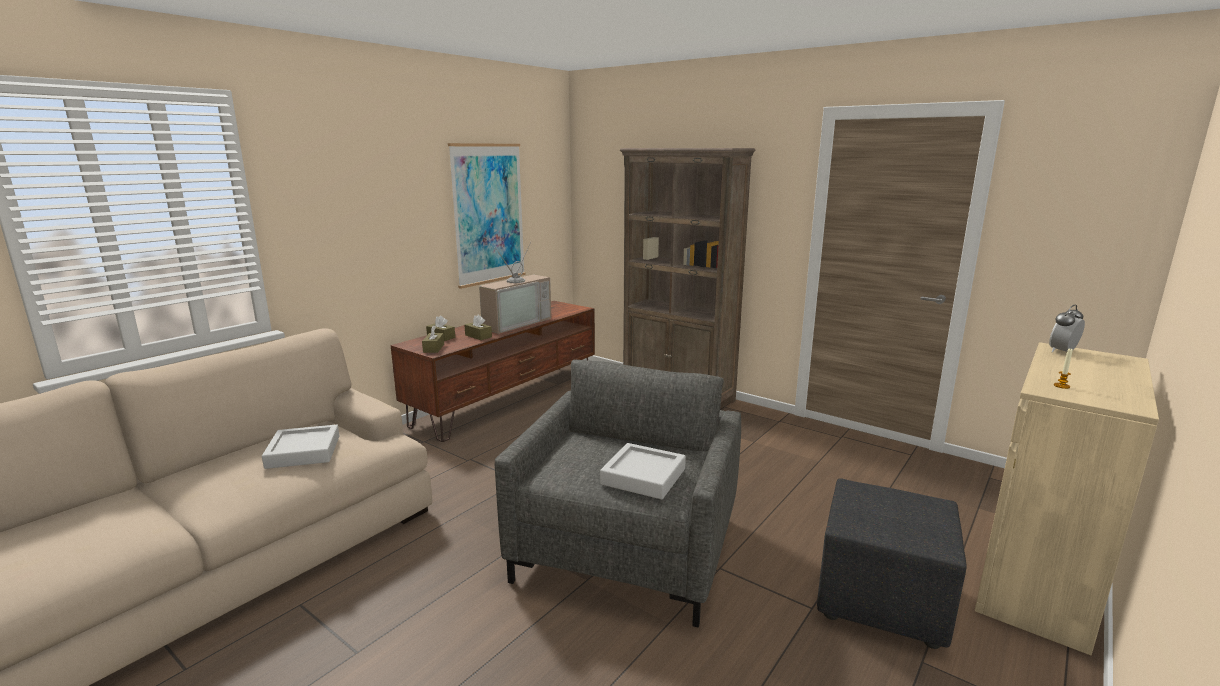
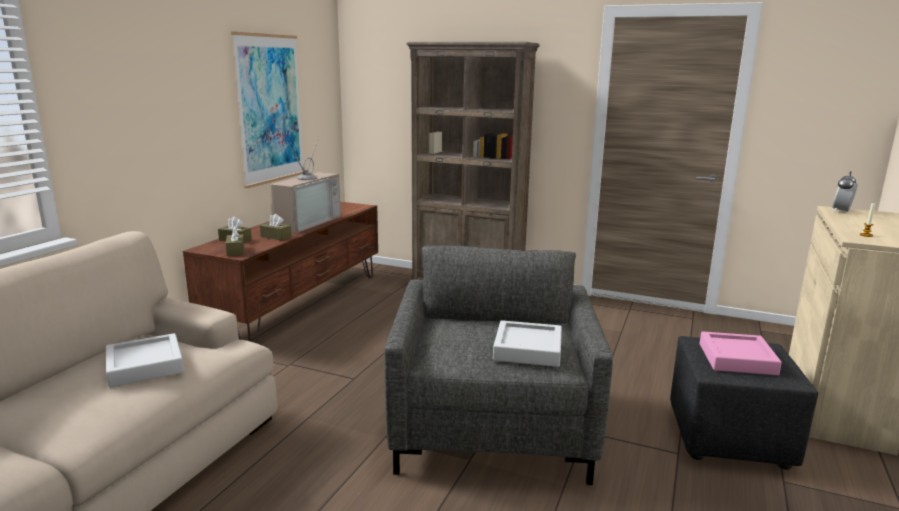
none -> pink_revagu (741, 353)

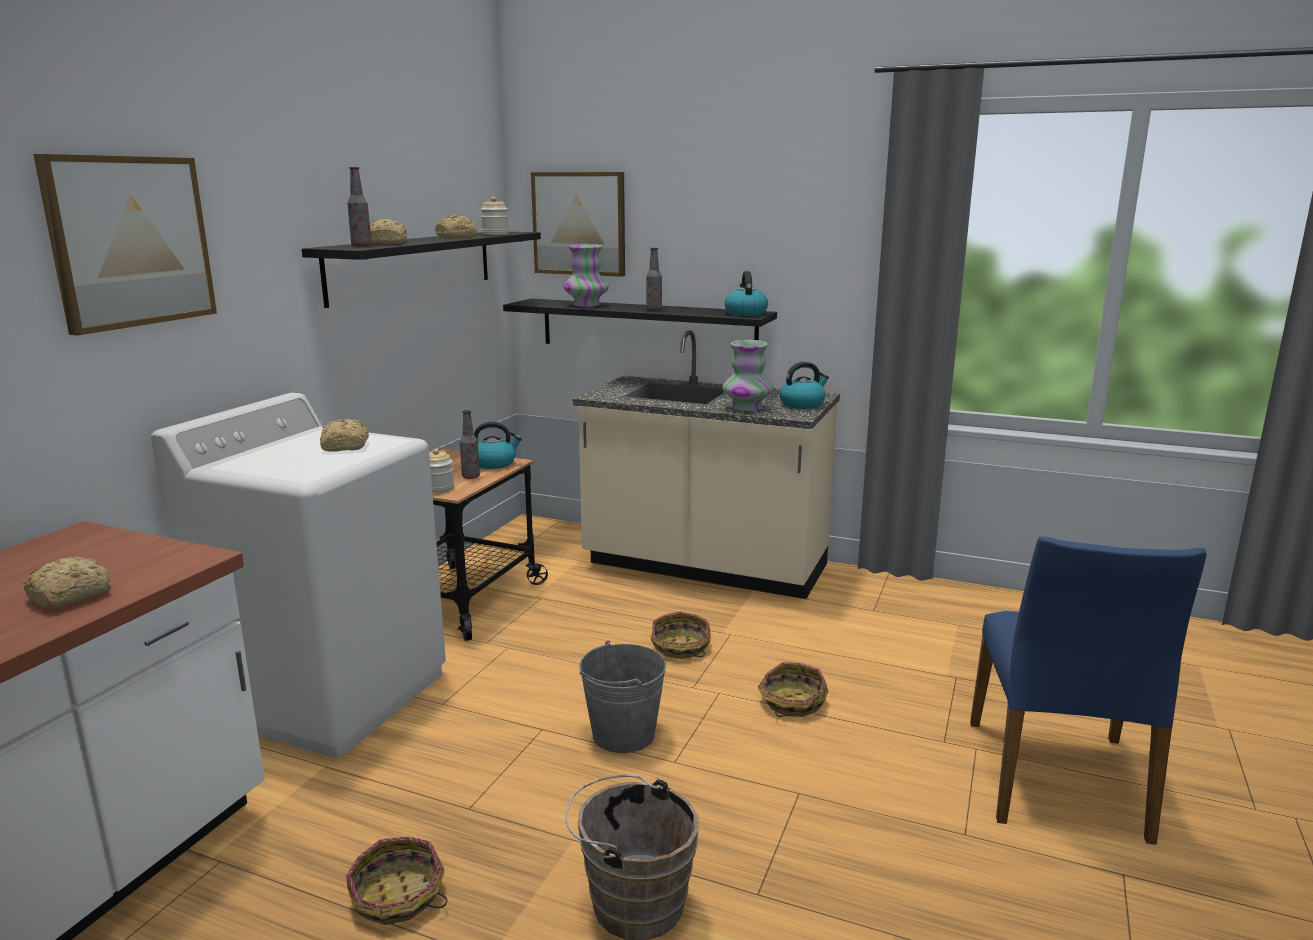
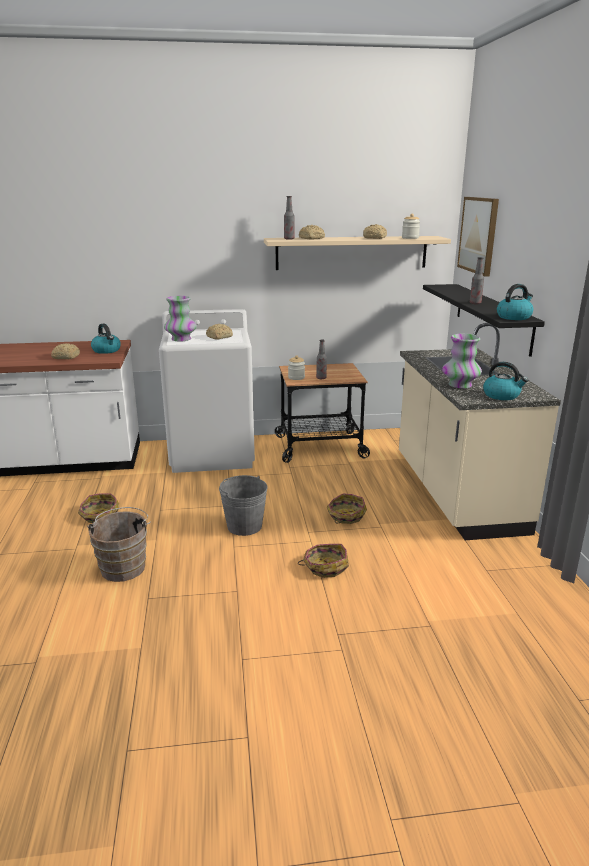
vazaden (125, 245) -> none
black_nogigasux (421, 270) -> beige_nogigasux (357, 253)
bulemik (498, 445) -> bulemik (106, 338), shifted
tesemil (586, 275) -> tesemil (180, 318), shifted
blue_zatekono (1088, 690) -> none

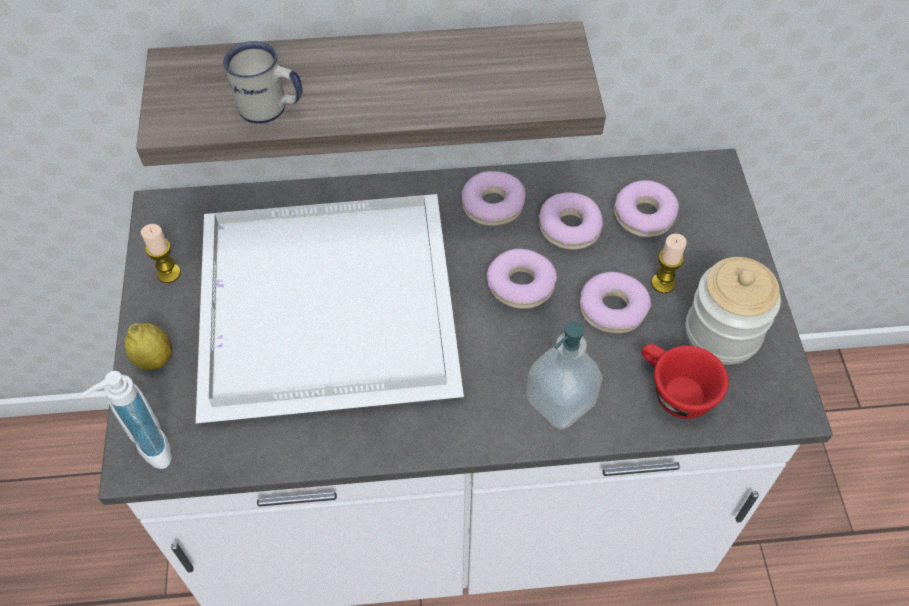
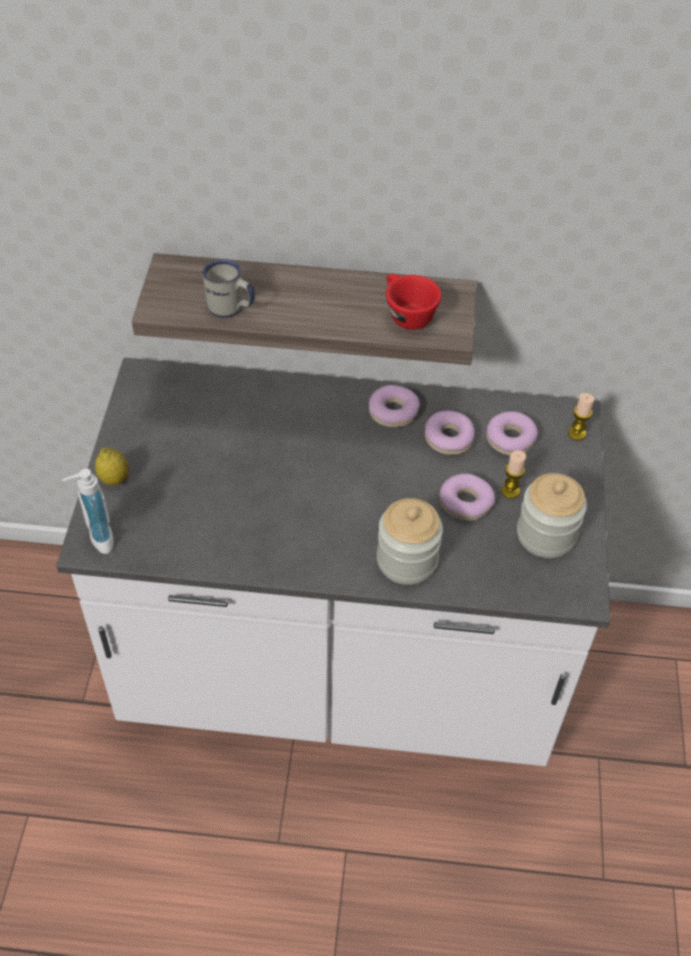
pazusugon (161, 253) -> pazusugon (581, 417), shifted
white_revagu (330, 308) -> none
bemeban (522, 279) -> none
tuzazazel (564, 375) -> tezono (410, 541)
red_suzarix (685, 381) -> red_suzarix (413, 302), shifted

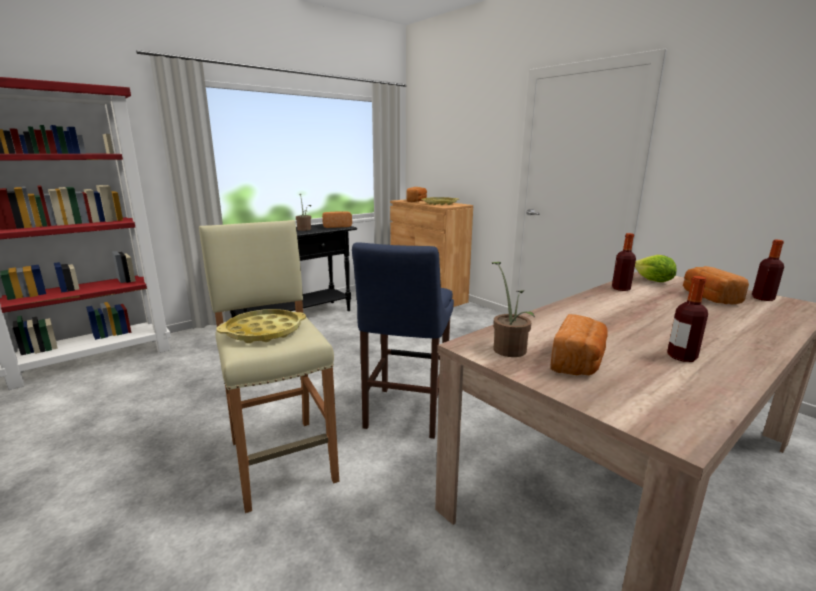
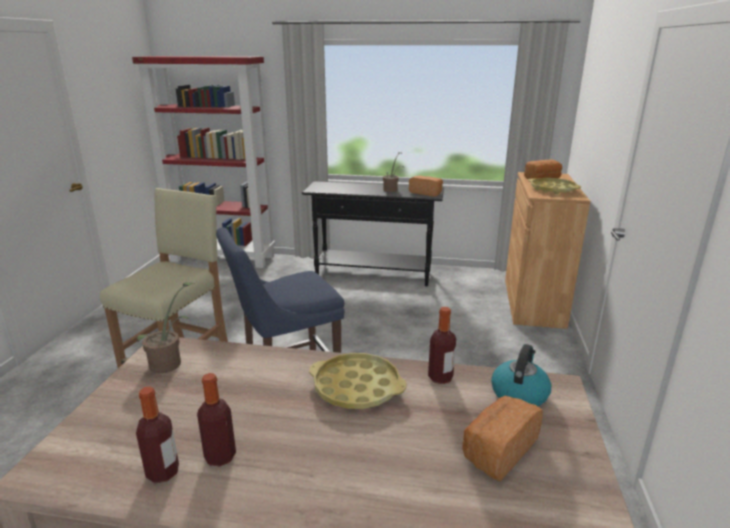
yellow_revagu (261, 326) -> yellow_revagu (358, 381), shifted
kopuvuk (579, 344) -> none
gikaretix (656, 268) -> bulemik (521, 375)
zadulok (768, 270) -> zadulok (157, 435), shifted

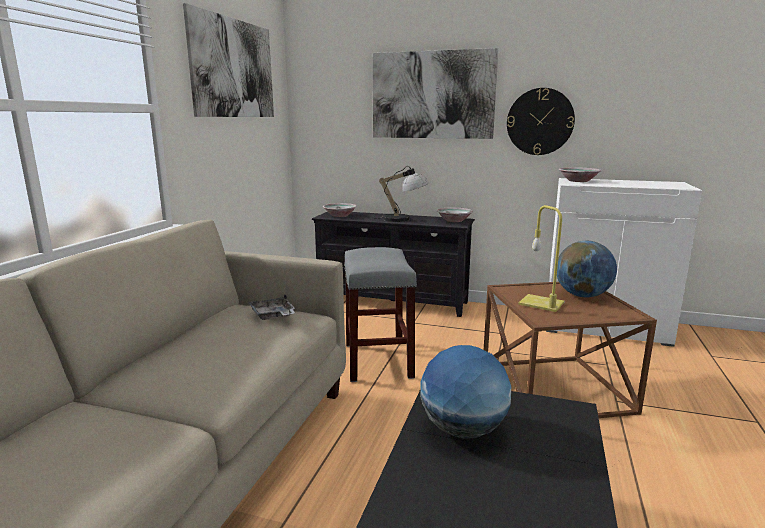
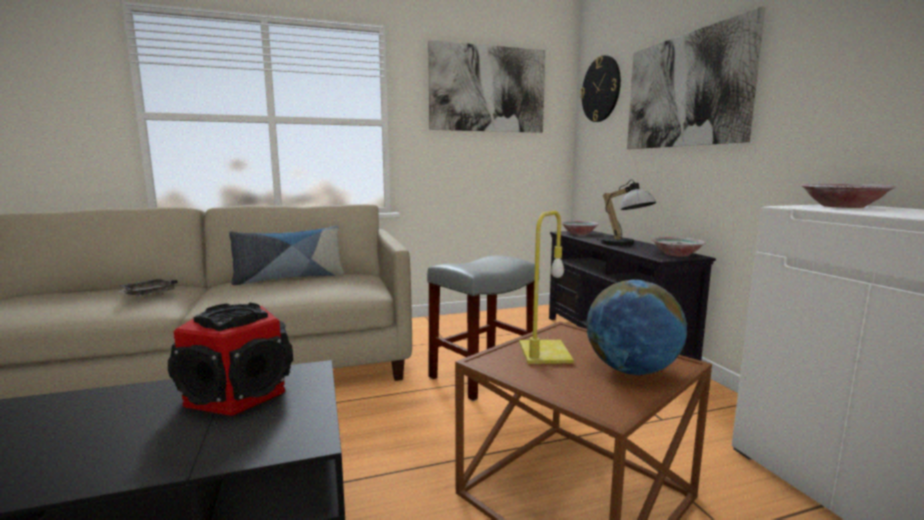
grey_revagu (272, 307) -> grey_revagu (148, 287), shifted
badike (465, 392) -> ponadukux (230, 359)
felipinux (541, 121) -> felipinux (600, 88), shifted
none -> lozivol (286, 255)

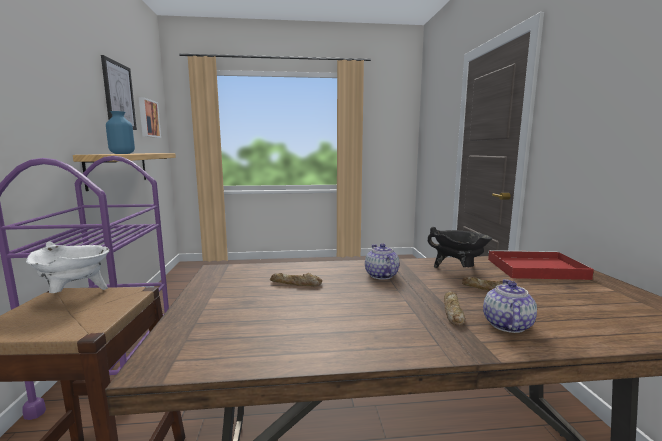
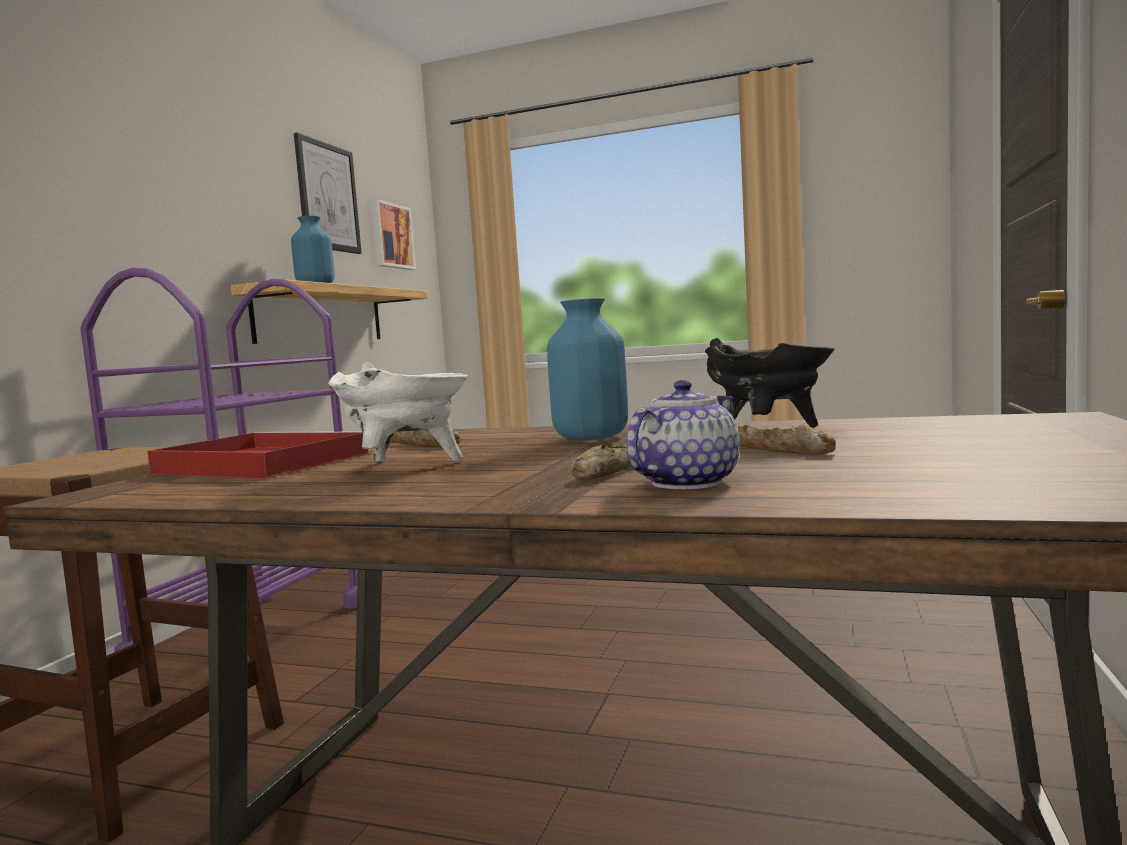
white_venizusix (67, 267) -> white_venizusix (398, 412), shifted
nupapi (382, 261) -> blue_tesemil (587, 369)
red_revagu (541, 265) -> red_revagu (258, 455), shifted

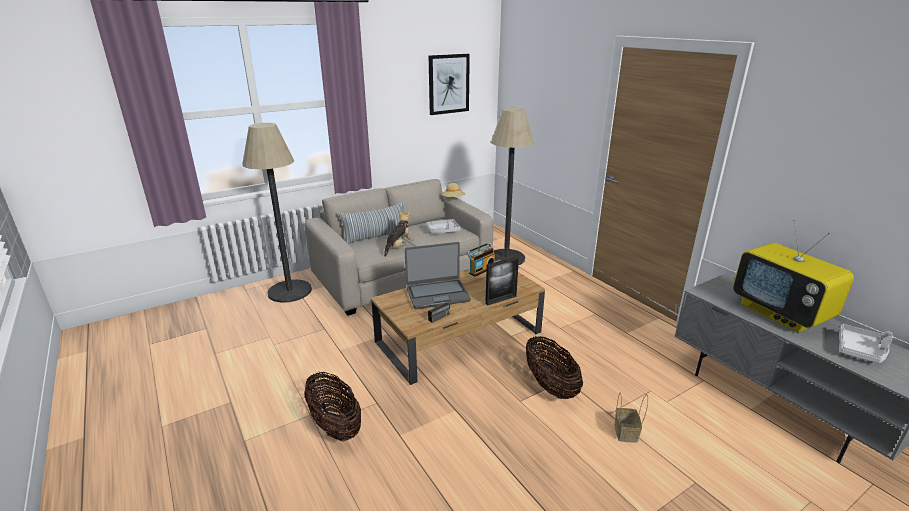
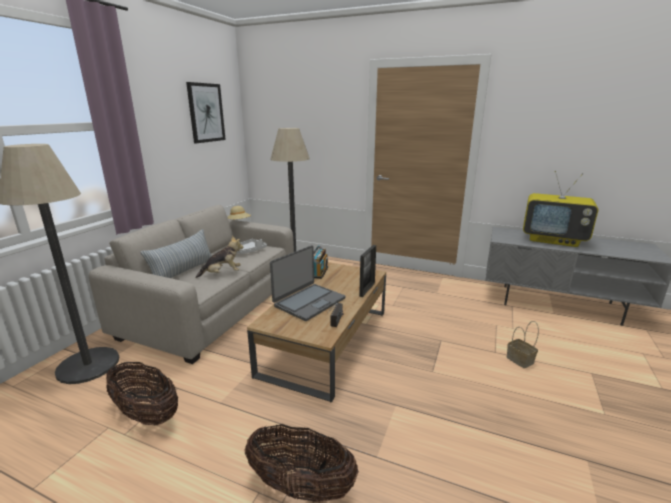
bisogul (399, 234) -> bisogul (219, 257), 75 degrees clockwise
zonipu (554, 367) -> zonipu (142, 394), shifted
grey_revagu (866, 343) -> none

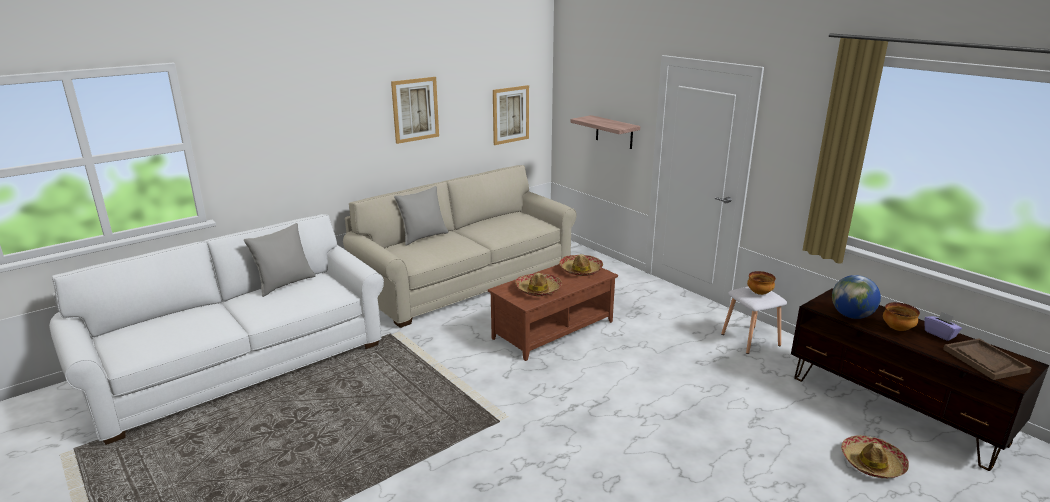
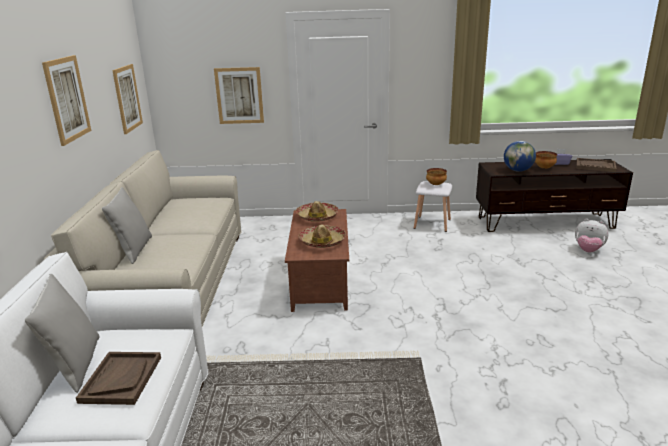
nogigasux (605, 132) -> vazaden (239, 95)
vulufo (875, 456) -> bisogul (591, 235)
none -> brown_revagu (118, 378)

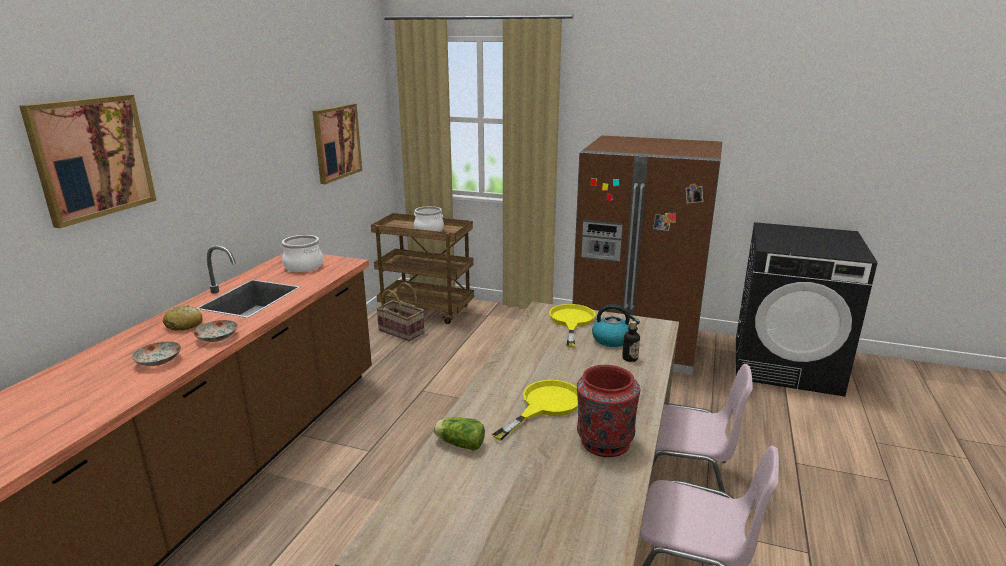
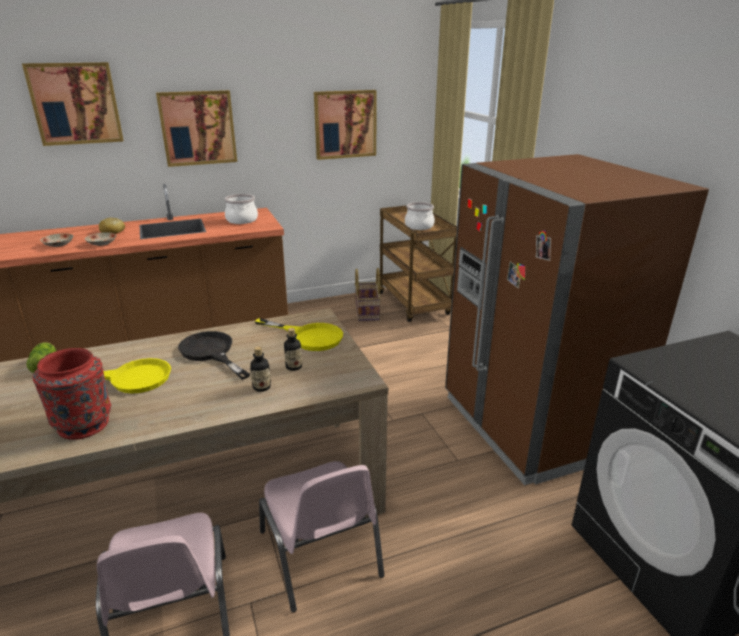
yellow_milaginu (572, 326) -> yellow_milaginu (299, 334), 60 degrees clockwise
bulemik (616, 325) -> zadulok (293, 349)
none -> vazaden (196, 128)
none -> black_milaginu (214, 355)

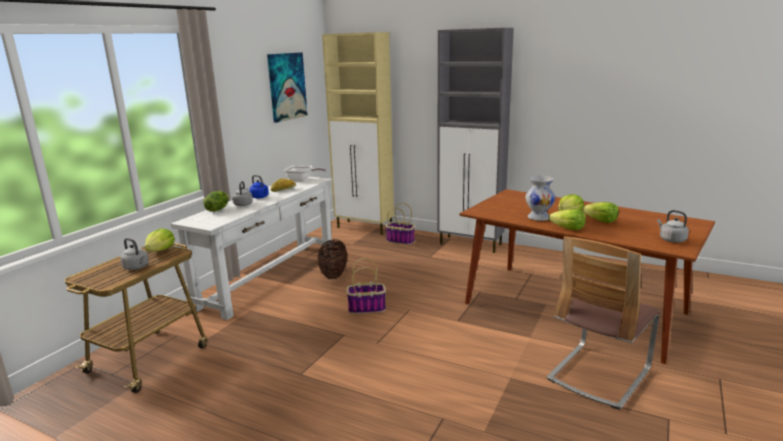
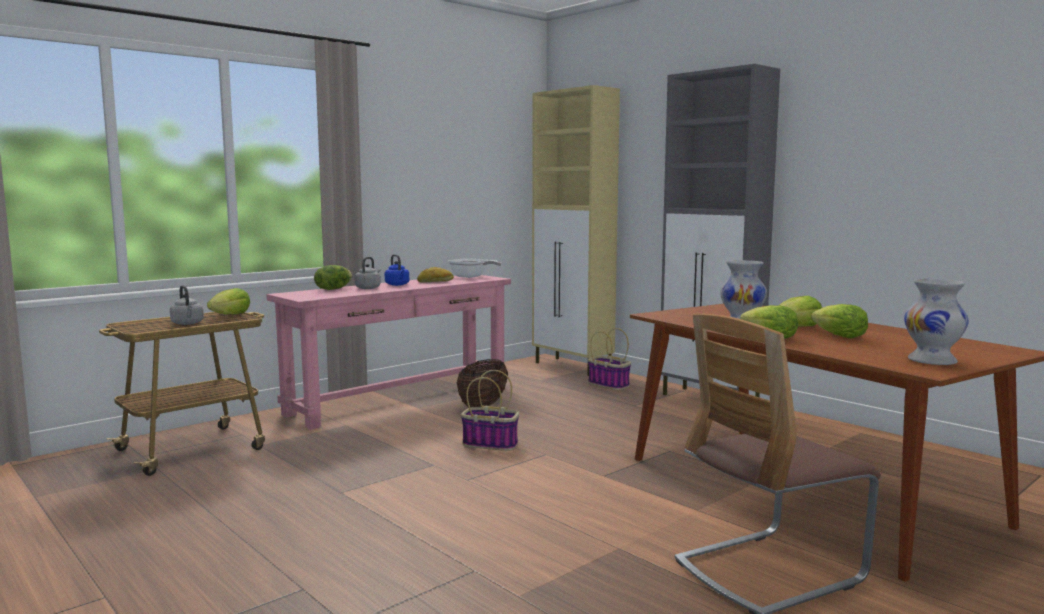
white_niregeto (252, 248) -> pink_niregeto (388, 352)
vazaden (287, 87) -> none
grey_bulemik (673, 226) -> white_tesemil (936, 322)

